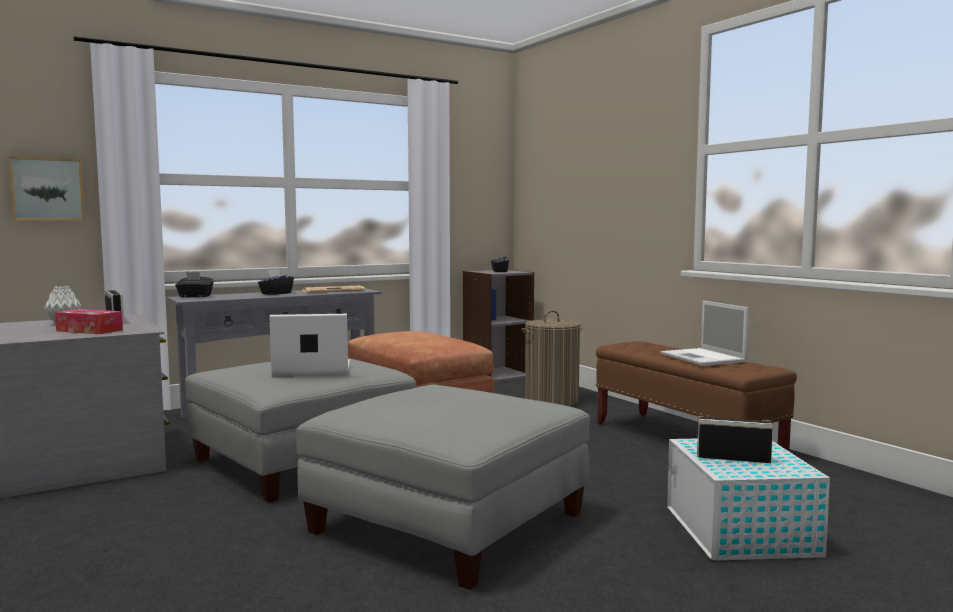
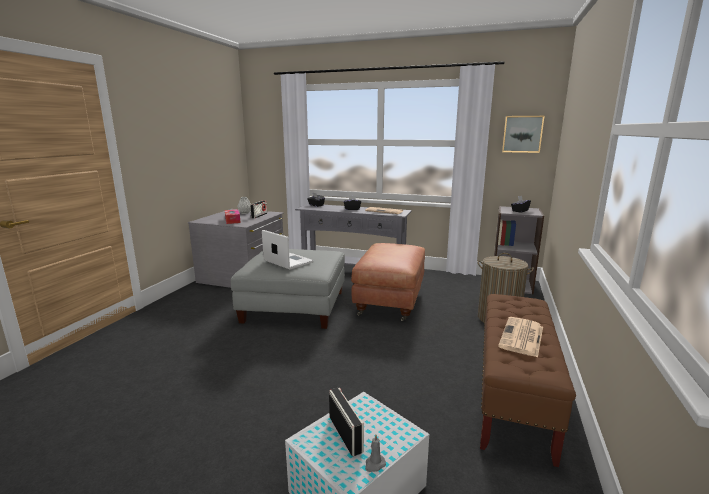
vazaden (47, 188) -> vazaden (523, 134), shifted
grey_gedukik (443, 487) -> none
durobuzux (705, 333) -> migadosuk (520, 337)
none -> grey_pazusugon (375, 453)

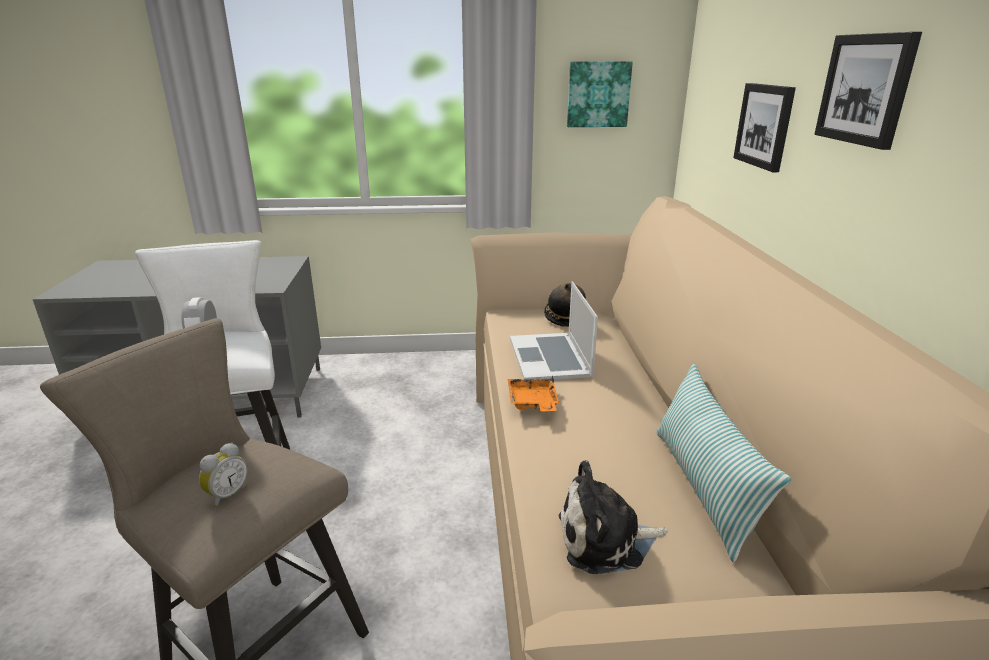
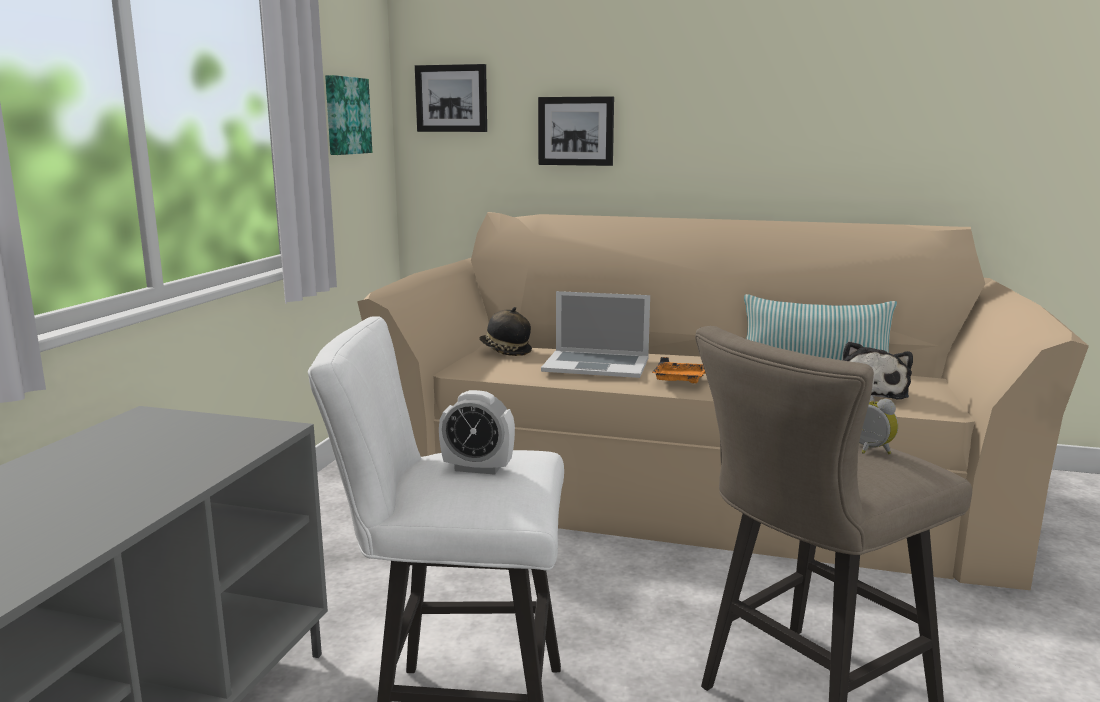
vazaden (868, 91) -> vazaden (451, 98), shifted

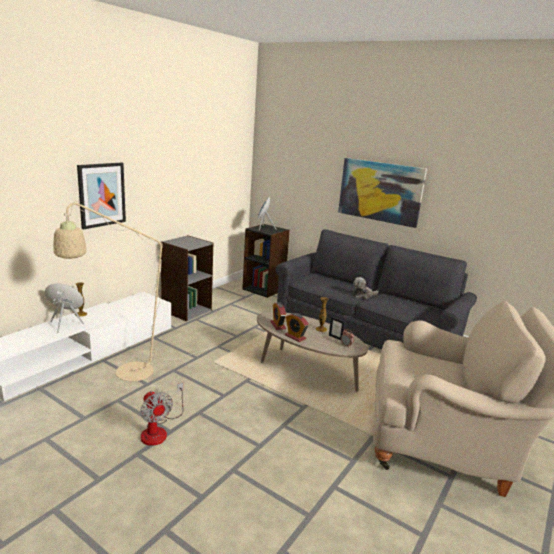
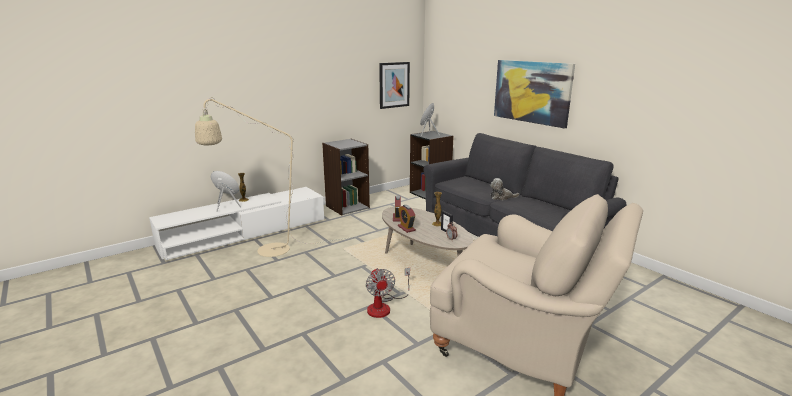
vazaden (101, 196) -> vazaden (394, 85), shifted
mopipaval (162, 414) -> mopipaval (388, 293), shifted

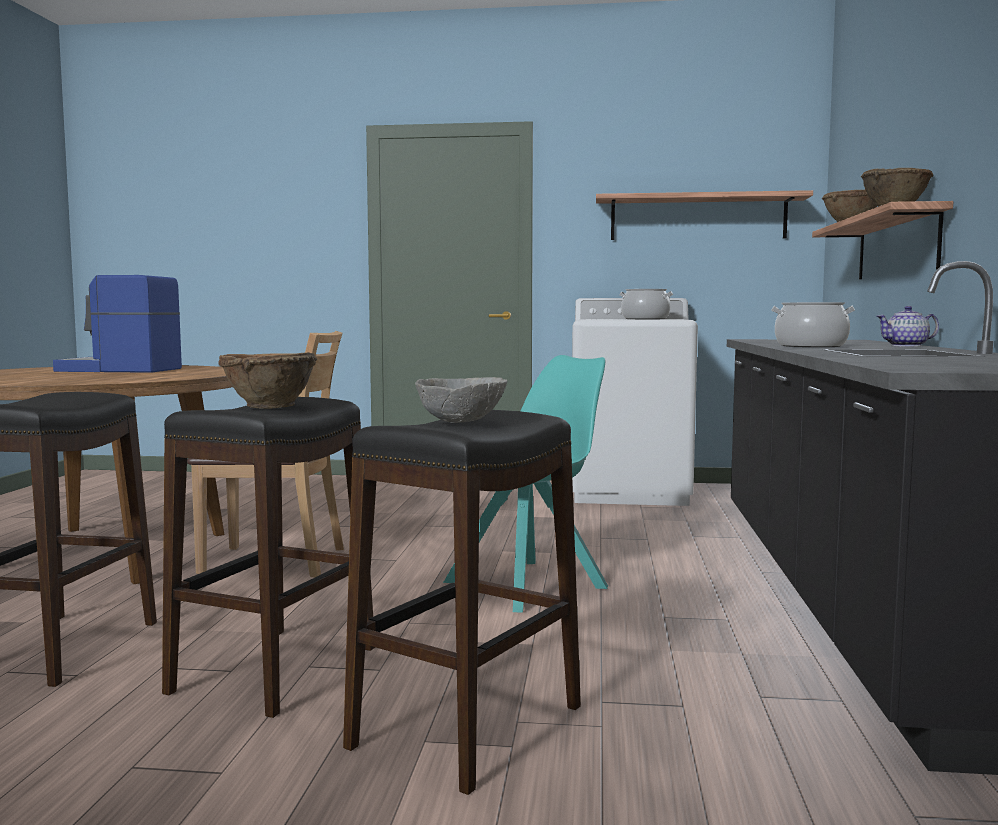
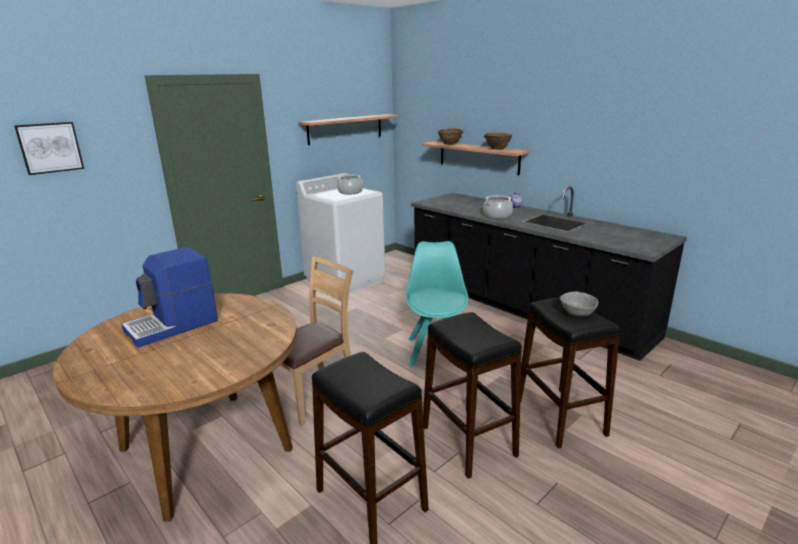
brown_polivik (268, 380) -> none
none -> vazaden (49, 148)

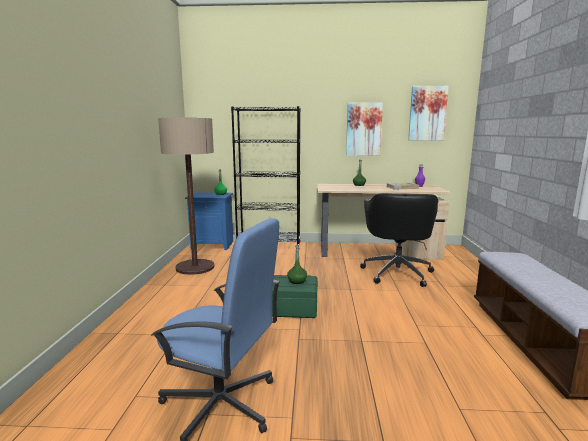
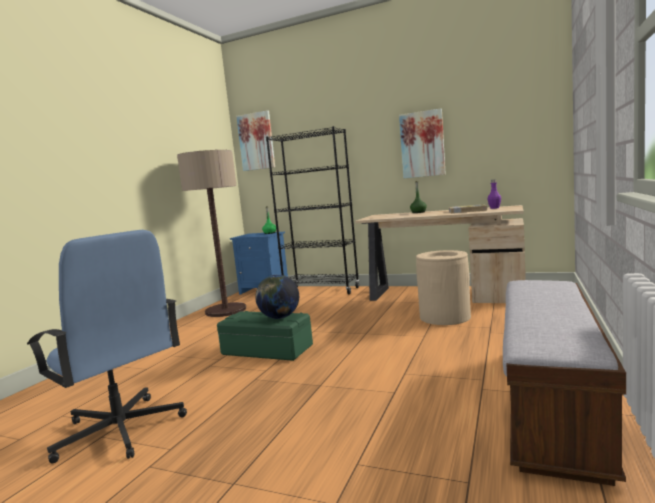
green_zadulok (297, 264) -> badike (277, 297)
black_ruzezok (399, 240) -> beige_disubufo (443, 287)
vazaden (428, 113) -> vazaden (255, 140), shifted

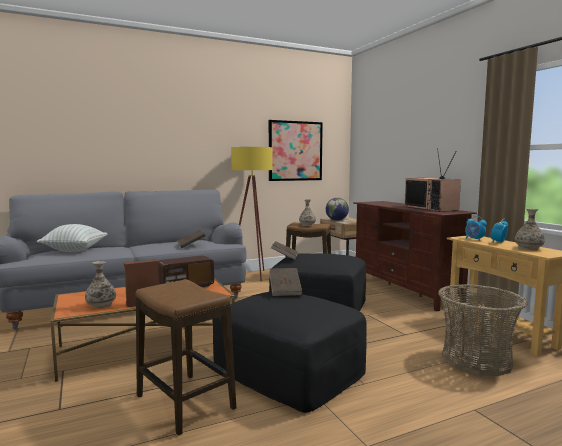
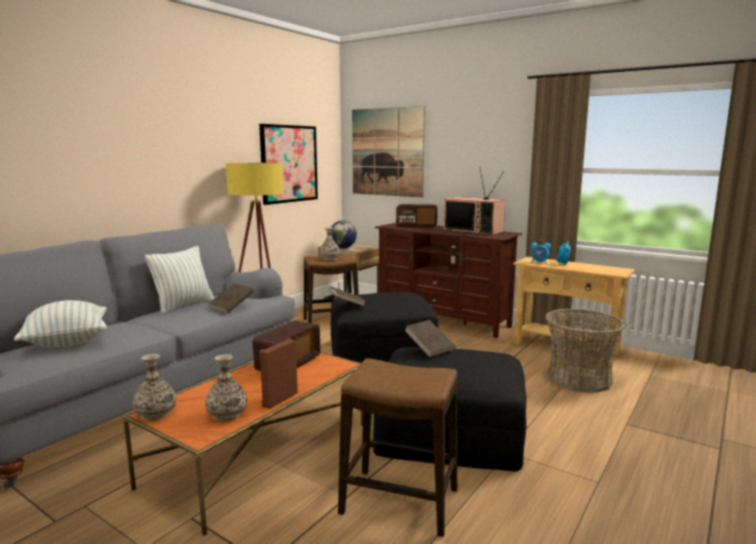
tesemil (530, 229) -> tesemil (154, 387), shifted
none -> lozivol (179, 279)
none -> vazaden (388, 151)
none -> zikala (417, 216)

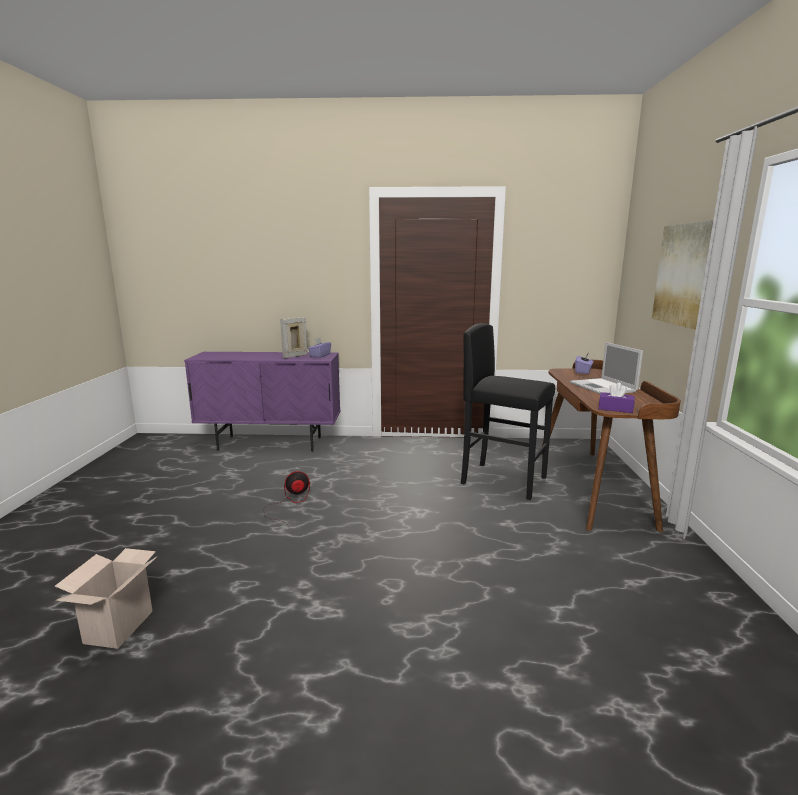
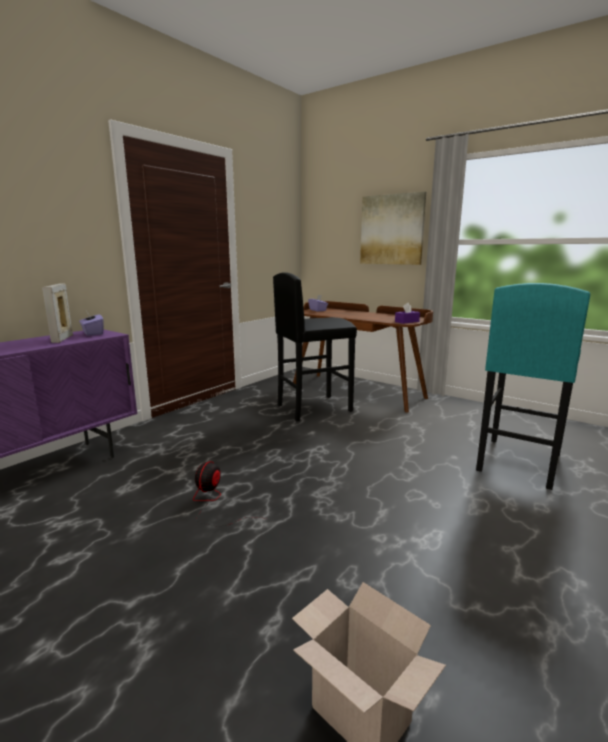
durobuzux (606, 368) -> none
none -> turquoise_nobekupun (533, 386)

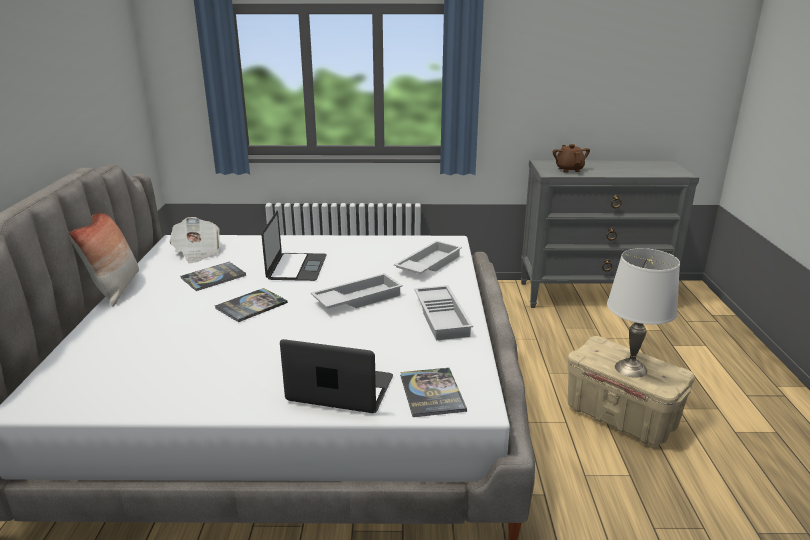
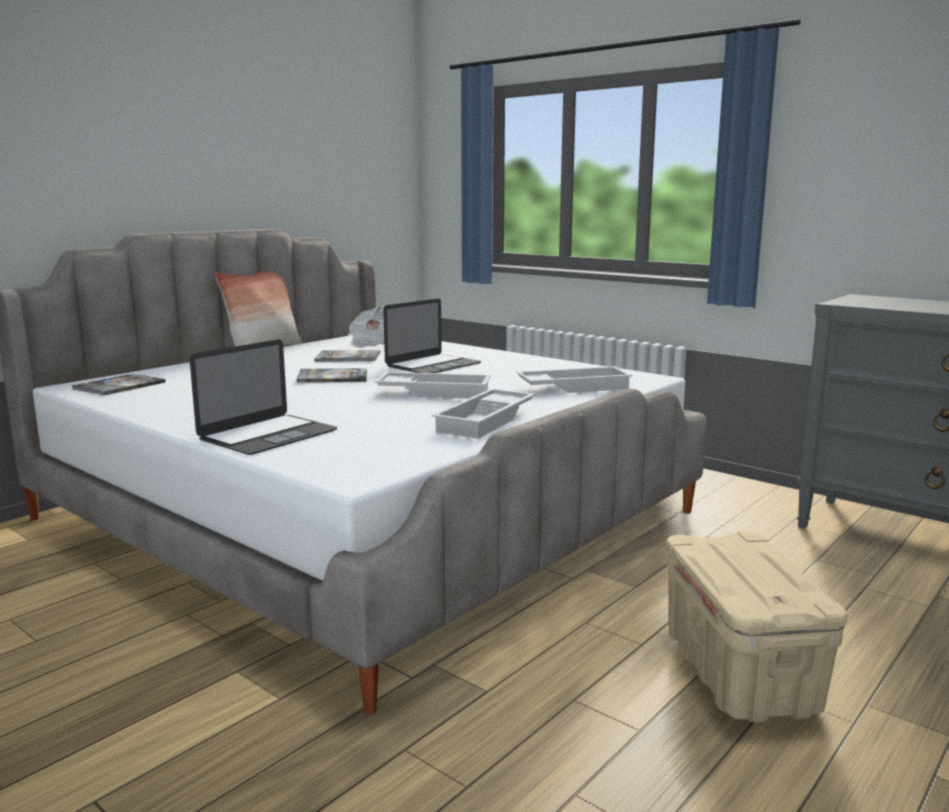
durobuzux (336, 376) -> durobuzux (263, 397), 75 degrees clockwise
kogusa (433, 392) -> kogusa (119, 384), shifted
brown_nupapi (571, 158) -> none
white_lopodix (643, 313) -> none

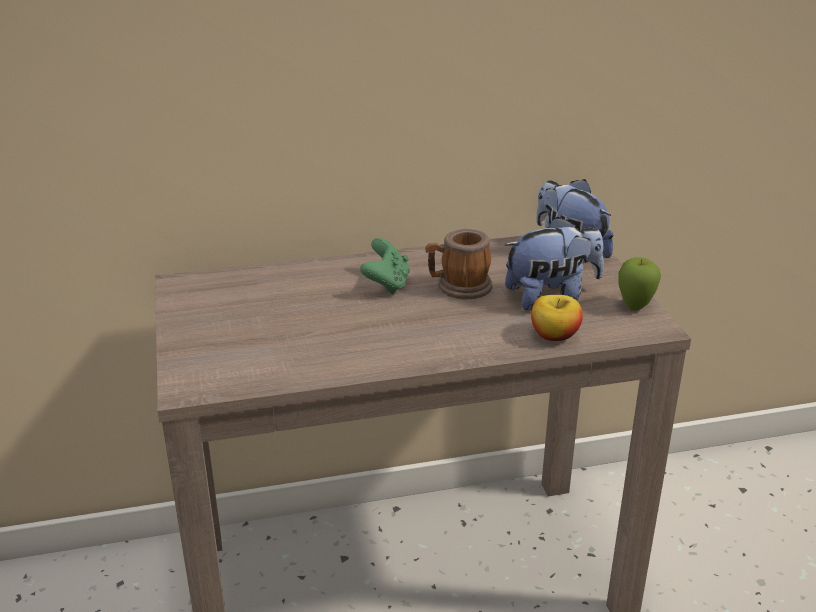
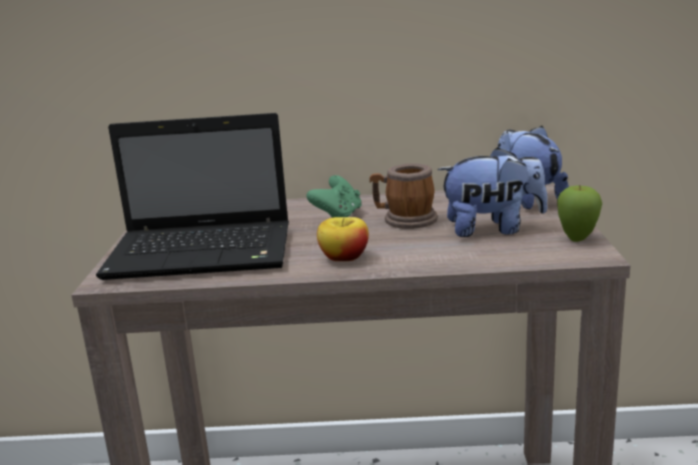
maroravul (557, 318) -> maroravul (343, 239), shifted
none -> durobuzux (192, 196)

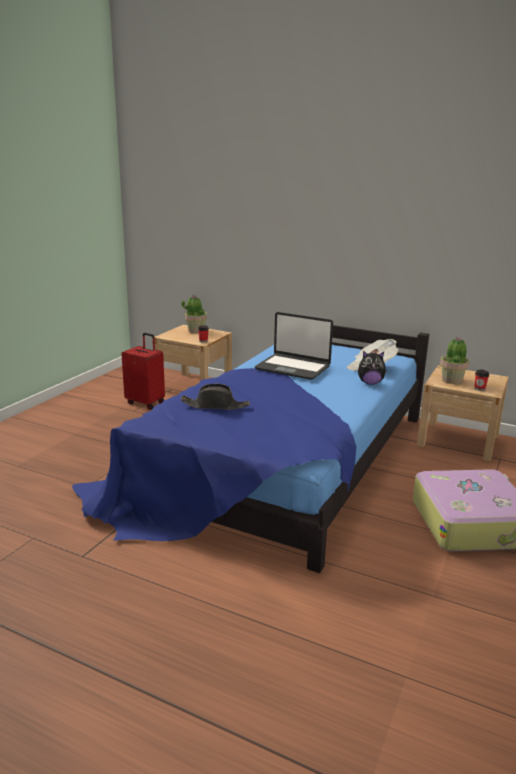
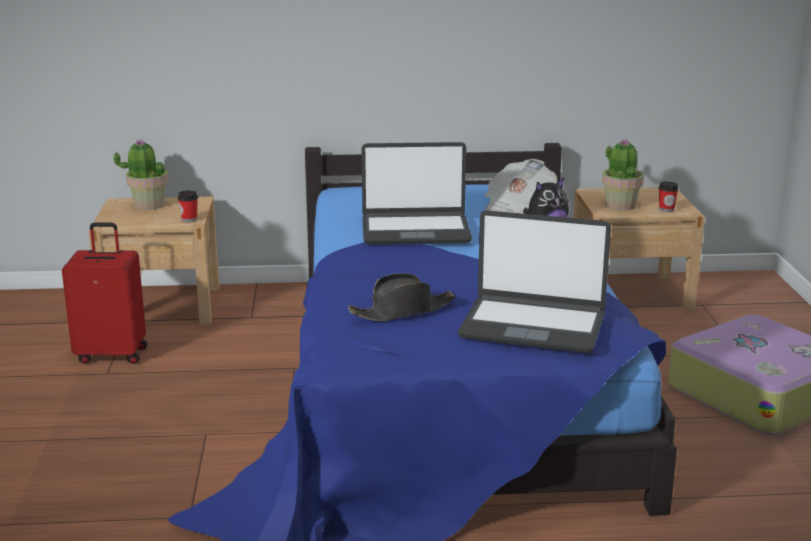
none -> durobuzux (534, 281)

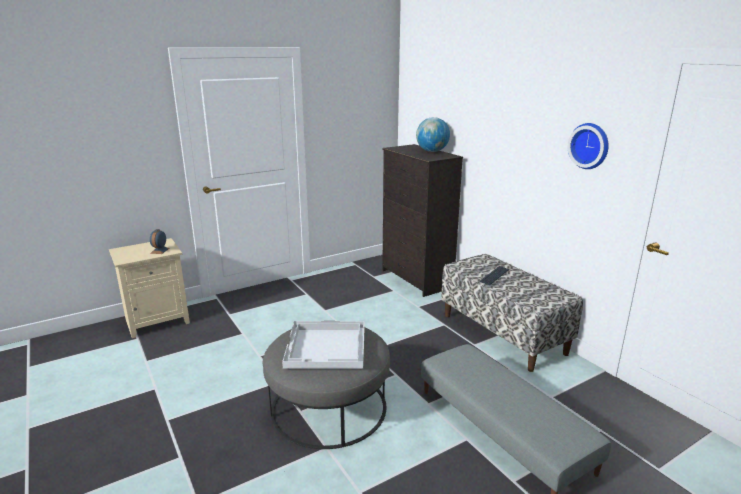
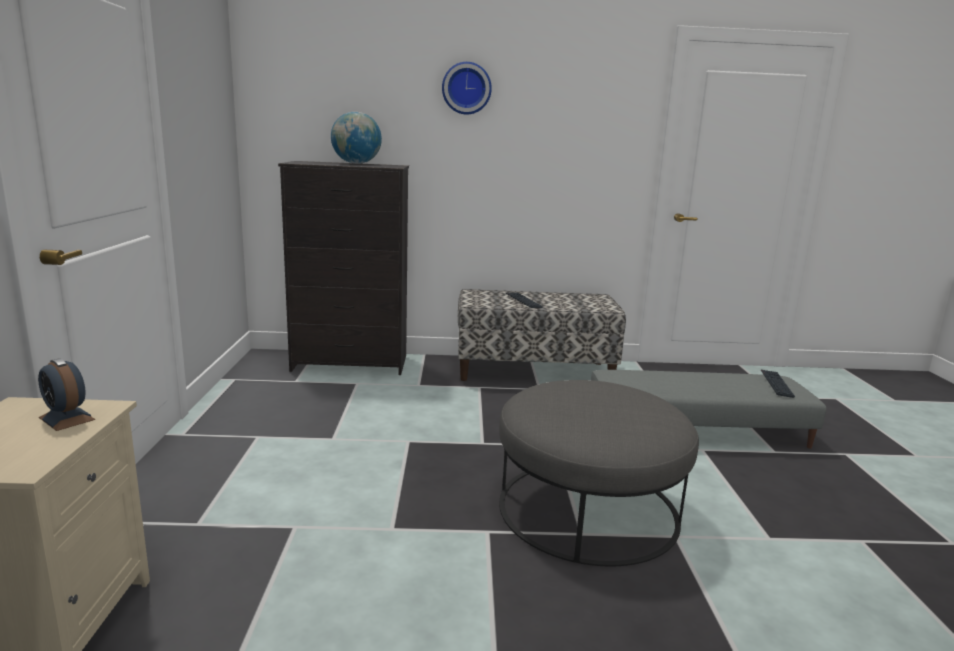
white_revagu (323, 345) -> none
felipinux (588, 146) -> felipinux (467, 88), shifted
none -> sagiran (778, 384)

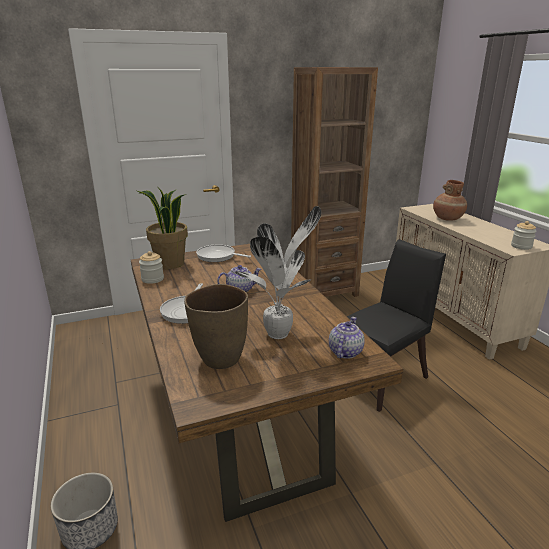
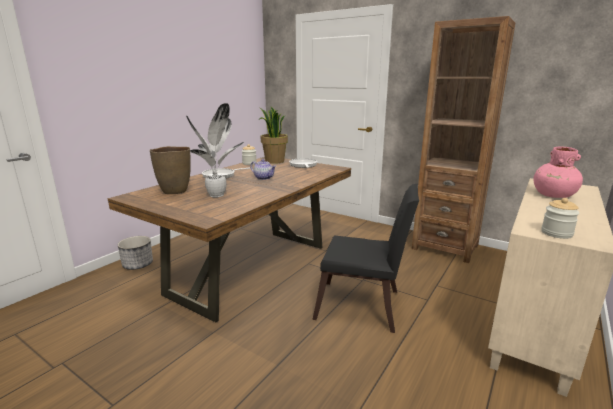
nupapi (347, 338) -> none
brown_tesemil (450, 200) -> pink_tesemil (558, 172)

